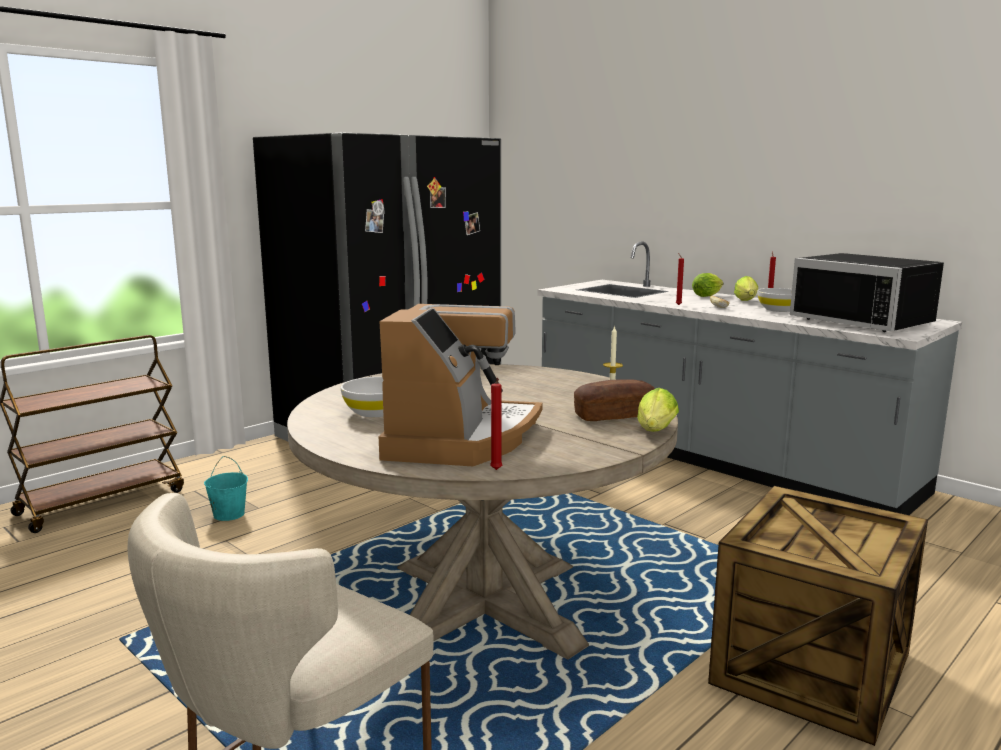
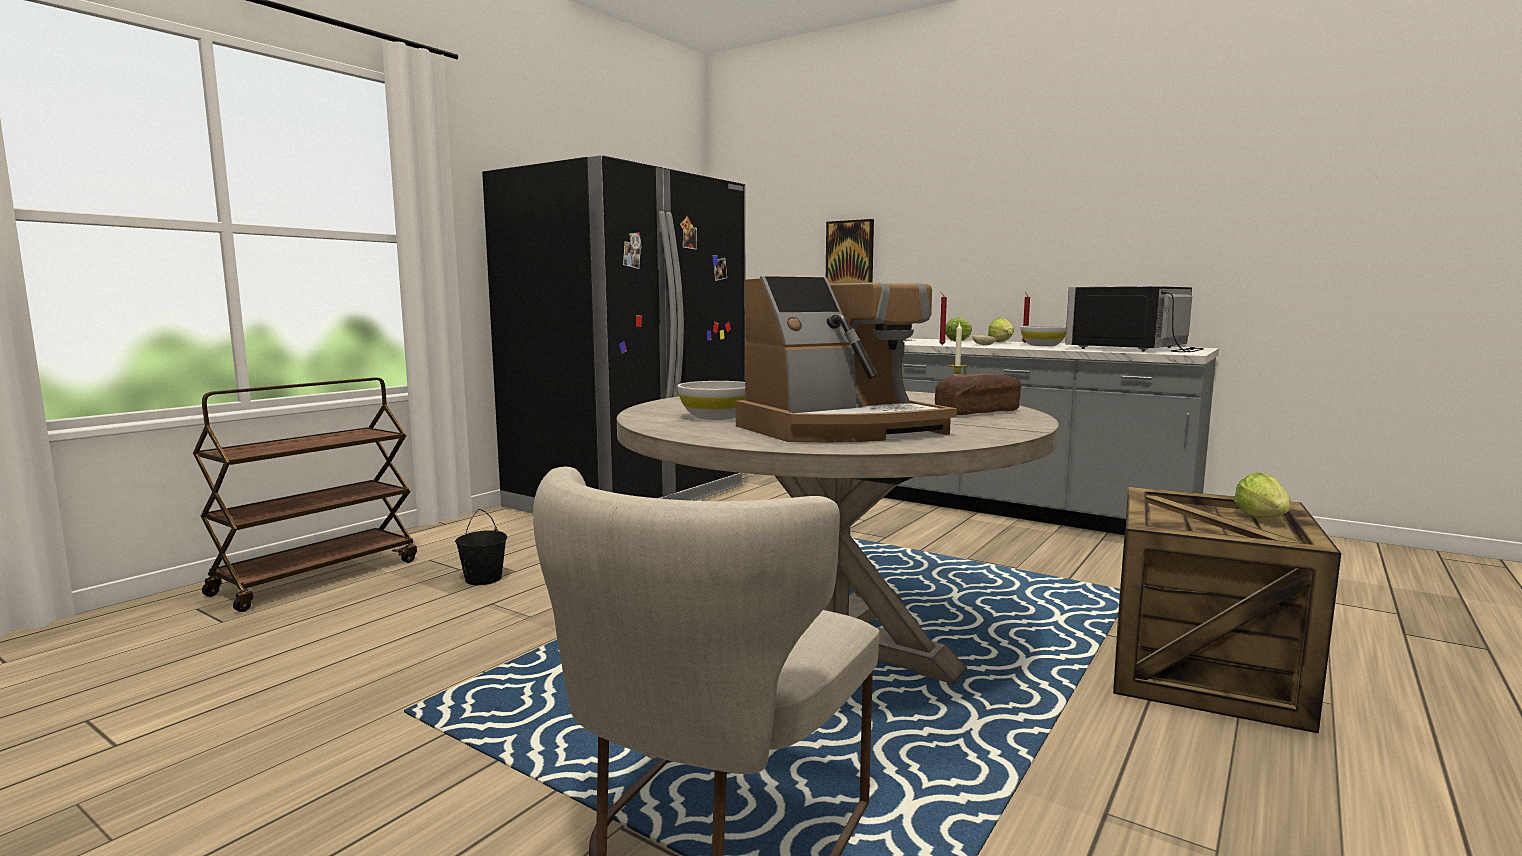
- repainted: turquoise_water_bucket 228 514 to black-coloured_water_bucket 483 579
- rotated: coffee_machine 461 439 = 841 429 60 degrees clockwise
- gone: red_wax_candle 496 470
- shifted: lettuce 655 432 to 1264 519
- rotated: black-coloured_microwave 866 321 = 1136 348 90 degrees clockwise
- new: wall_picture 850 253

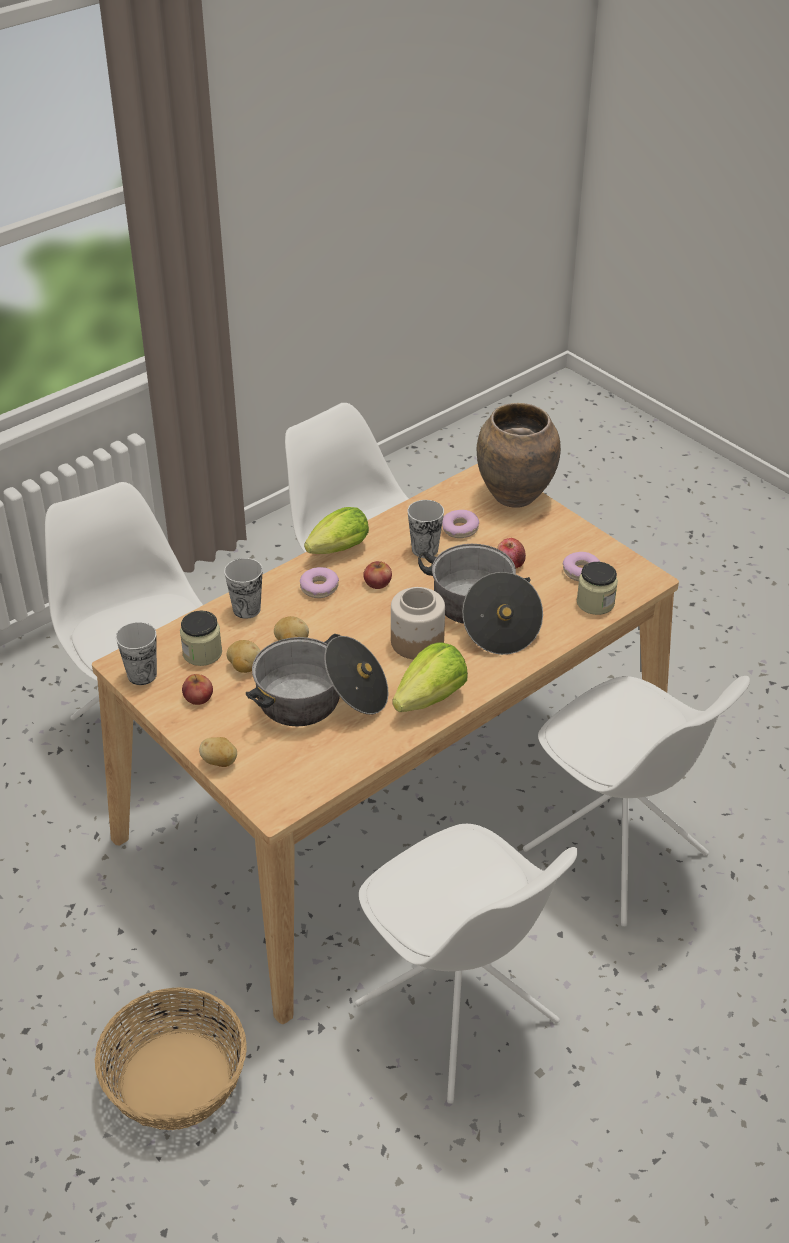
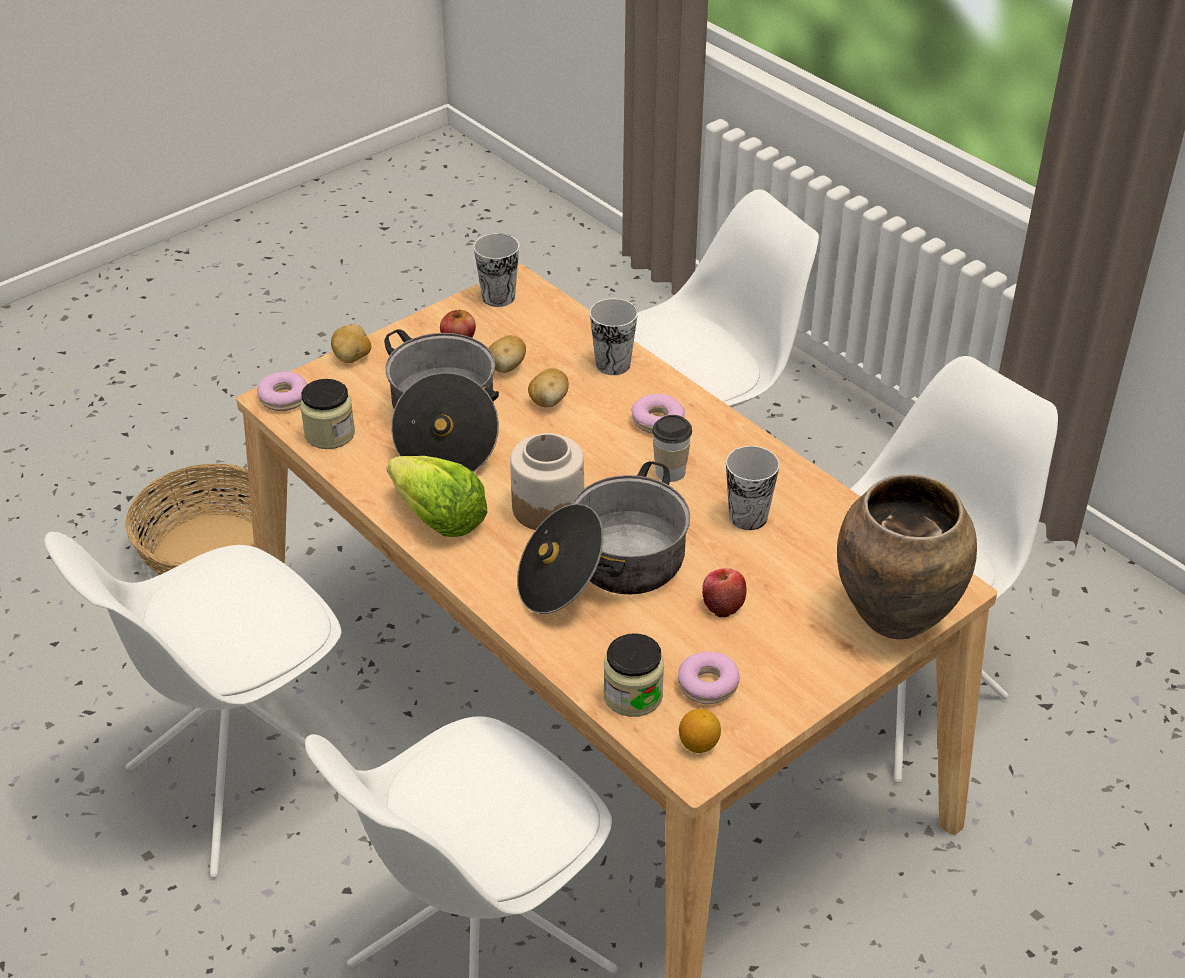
- shifted: jar 202 653 to 330 434
- gone: lettuce 335 551
- swapped: apple 377 582 to cup 670 472
- shifted: donut 460 529 to 283 398
- new: lemon 698 744

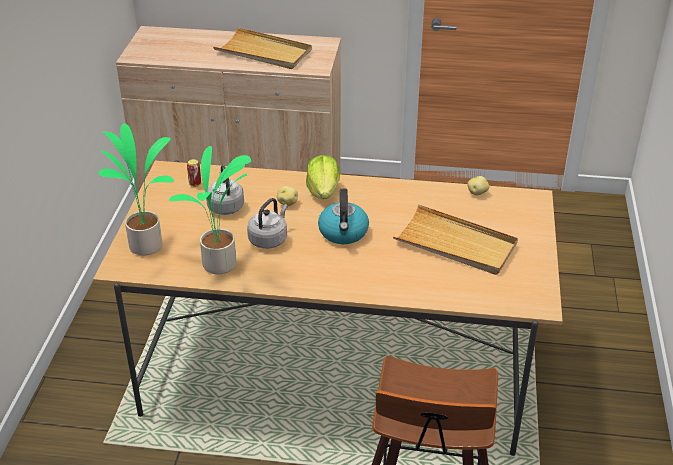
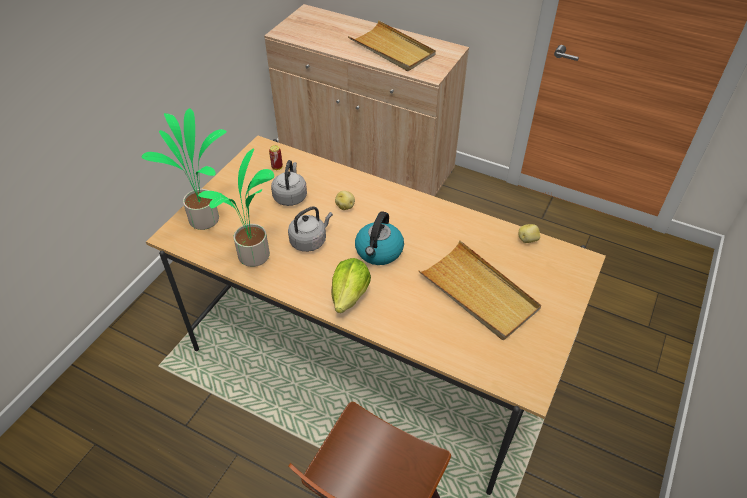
- shifted: lettuce 323 191 to 350 295

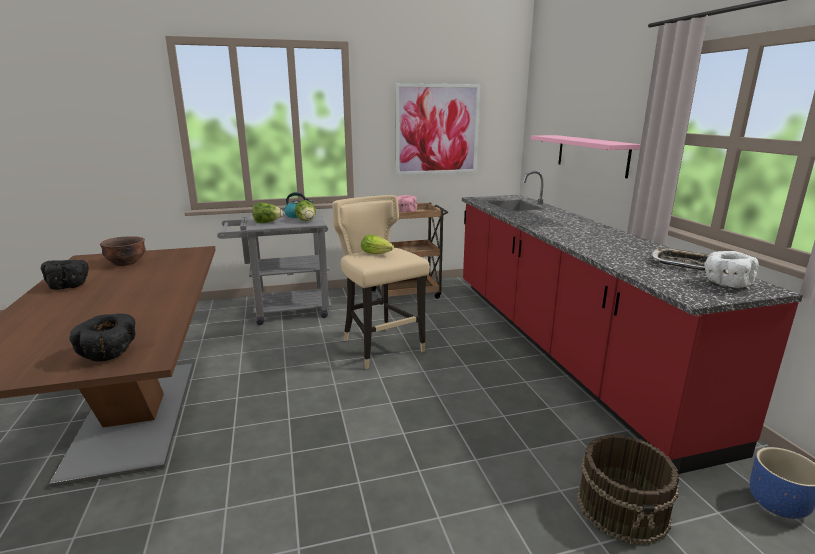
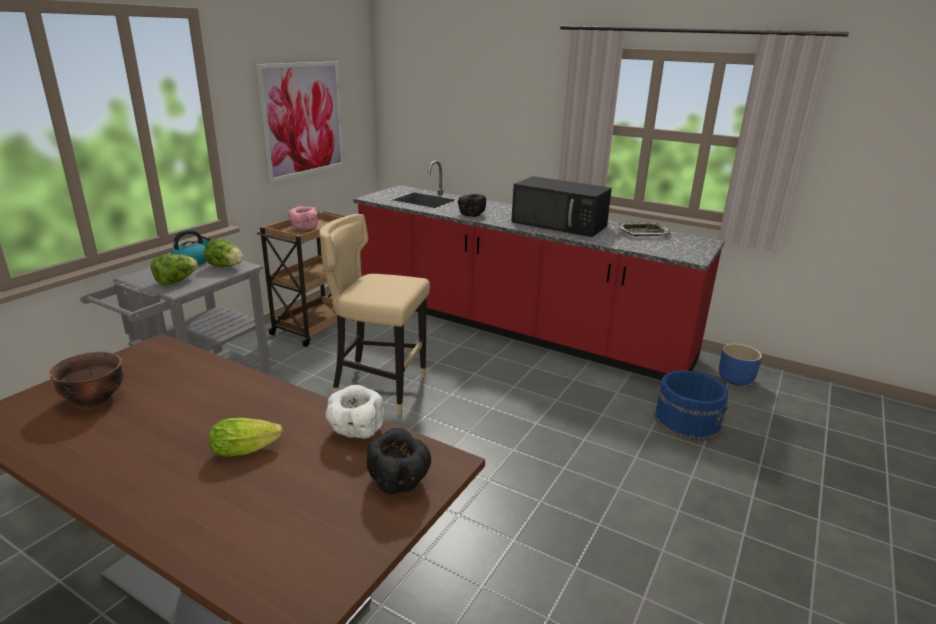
- shifted: black-coloured_deep_dish 69 286 to 470 215
- shifted: lettuce 377 253 to 248 449
- gone: pinkish_bracket_shelf 591 155
- repainted: brown_water_bucket 623 507 to blue_water_bucket 687 421
- shifted: whitish_deep_dish 725 284 to 355 430
- new: black-coloured_microwave 560 224

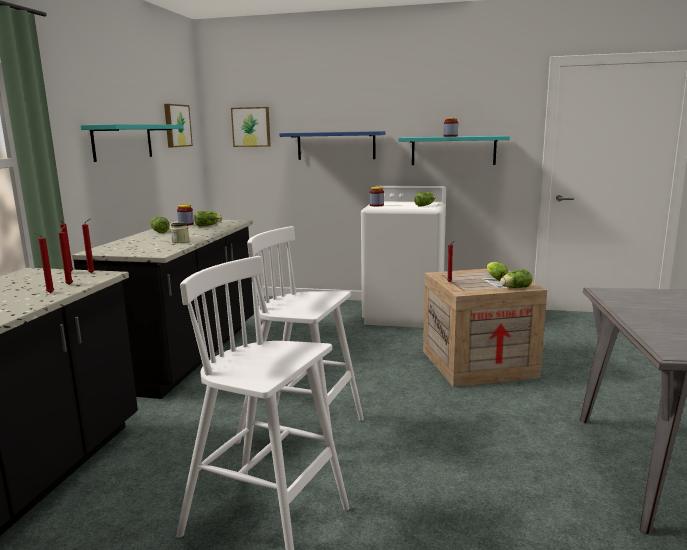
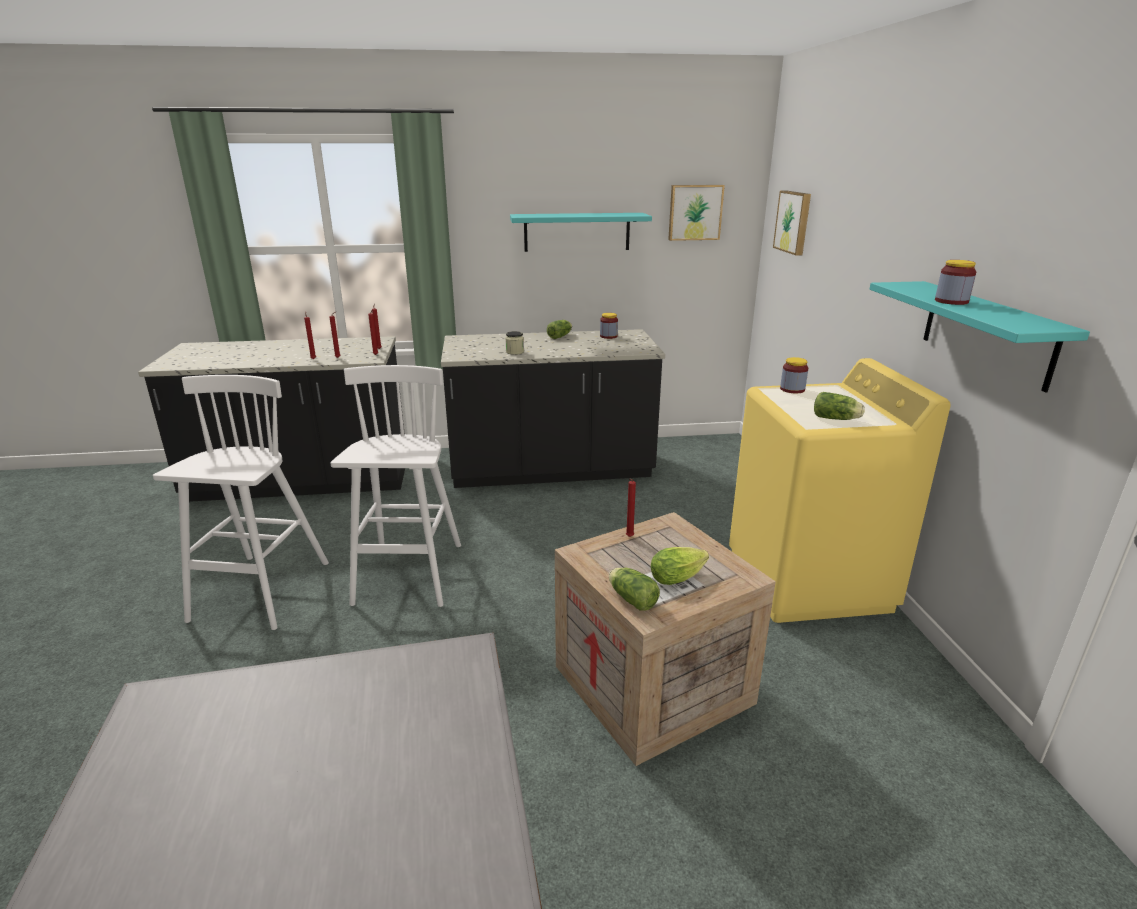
- gone: lettuce 208 225
- gone: blue_bracket_shelf 336 145
- repainted: whitish_washing_machine 404 314 to yellow_washing_machine 808 581

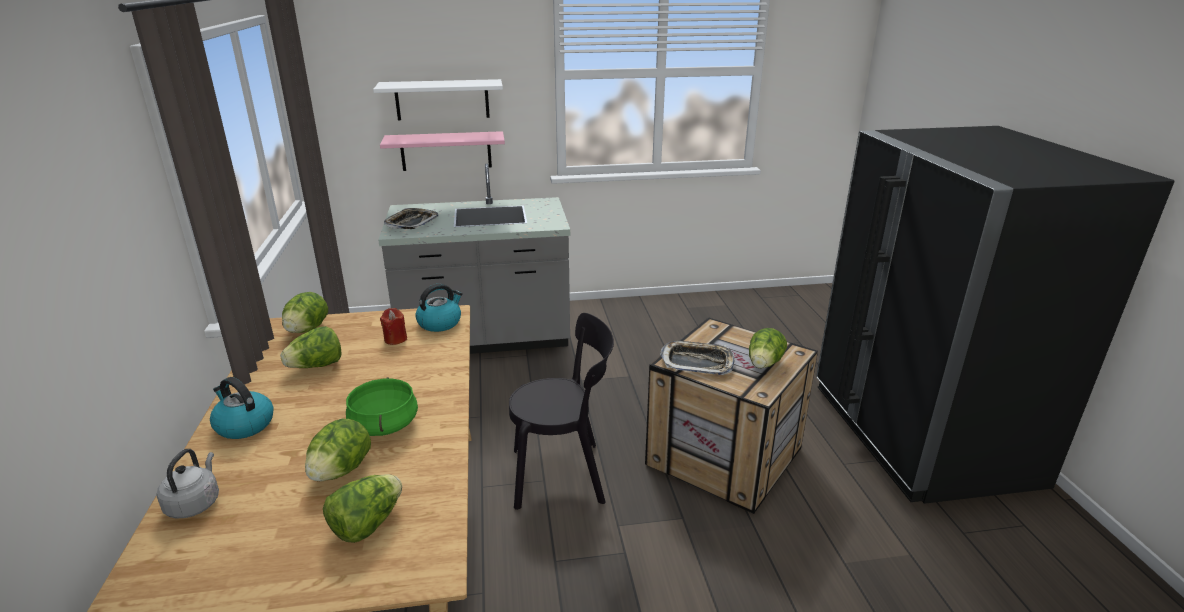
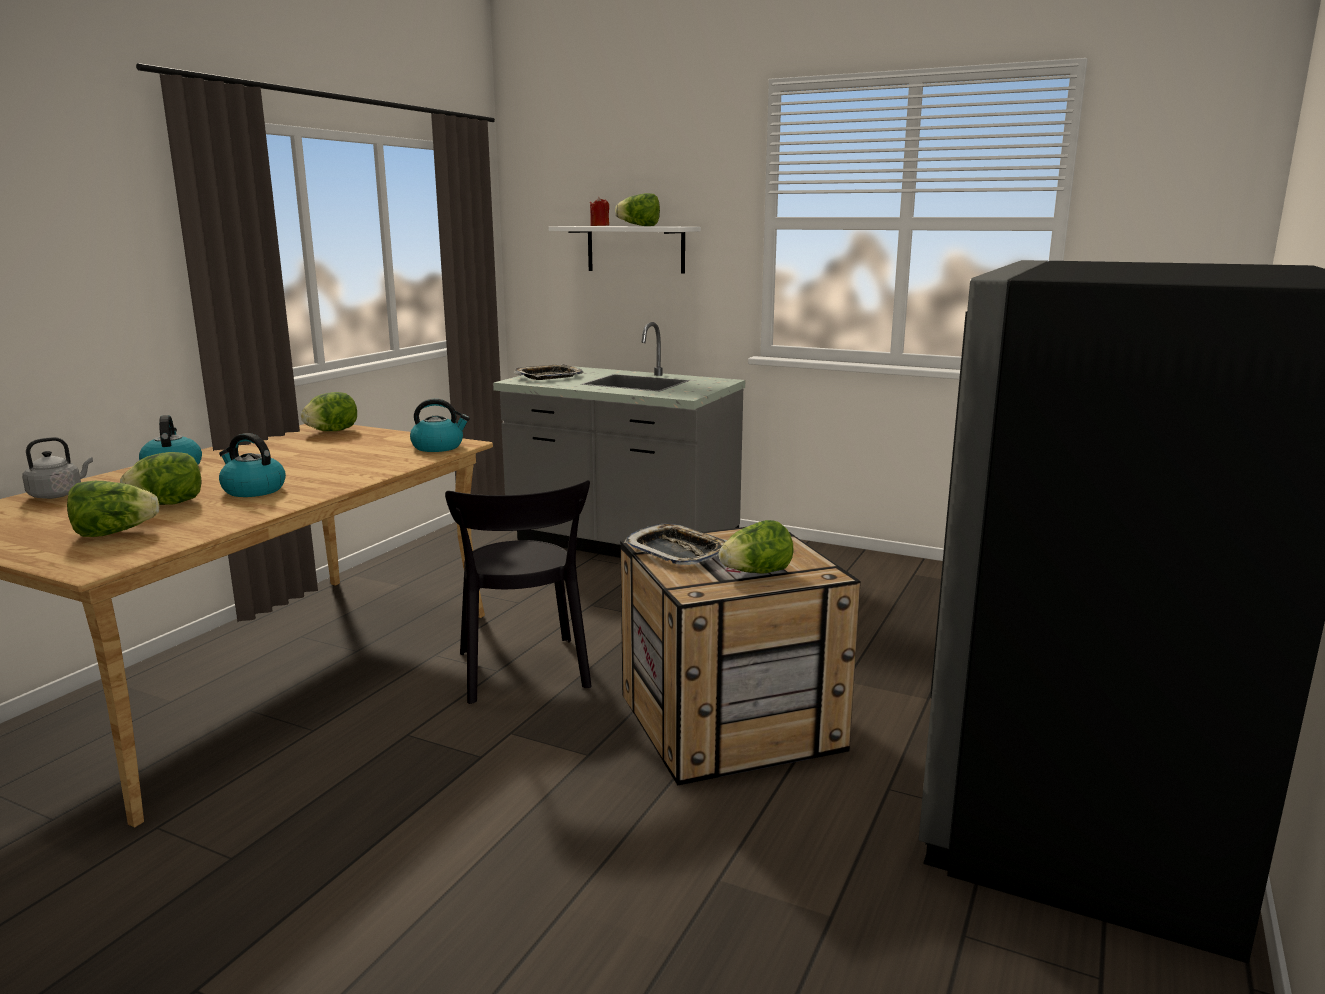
- shifted: lettuce 316 366 to 639 226
- swapped: green-coloured_cooking_pot 385 425 to tea_kettle 253 490
- gone: pinkish_bracket_shelf 446 151
- shifted: red_wax_candle 395 339 to 599 226
- rotated: black-coloured_upright_chair 563 474 = 523 673 45 degrees clockwise

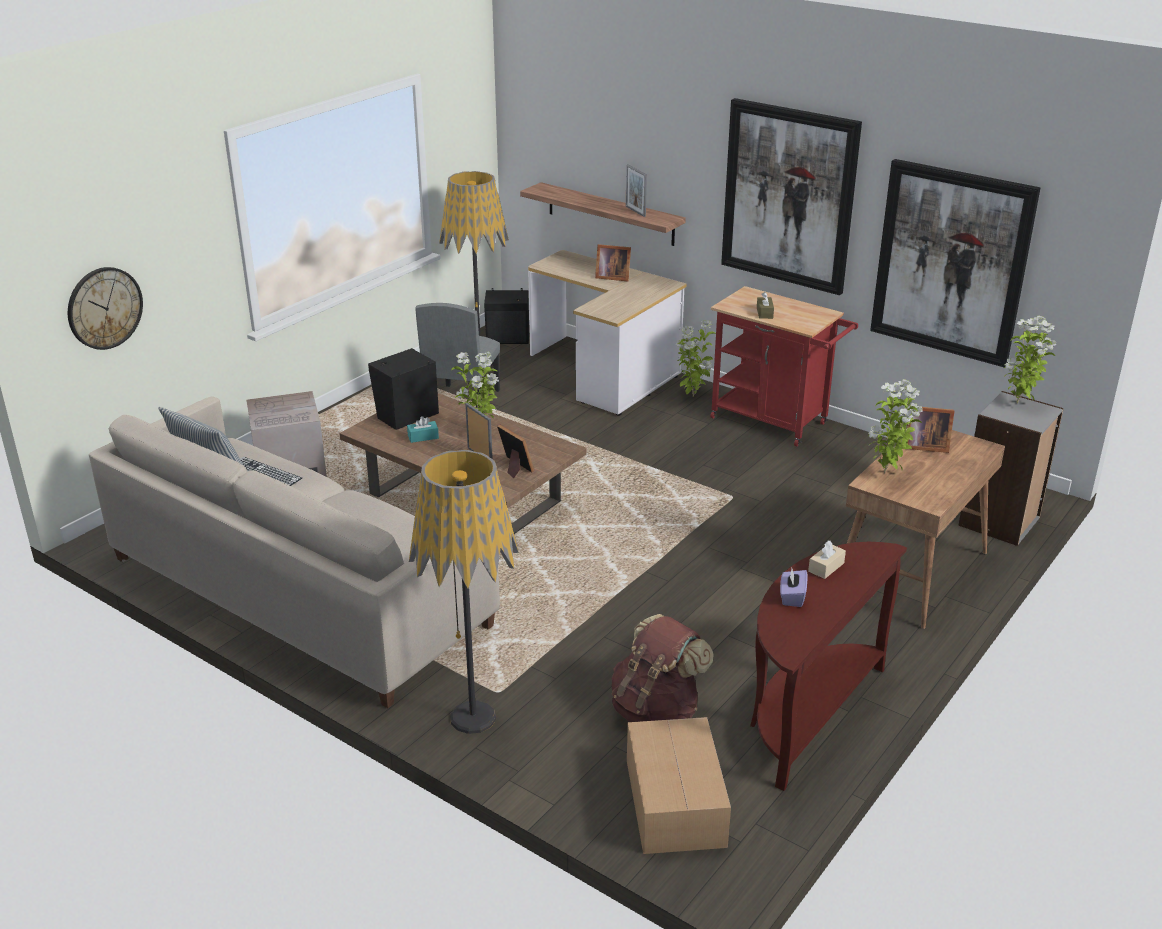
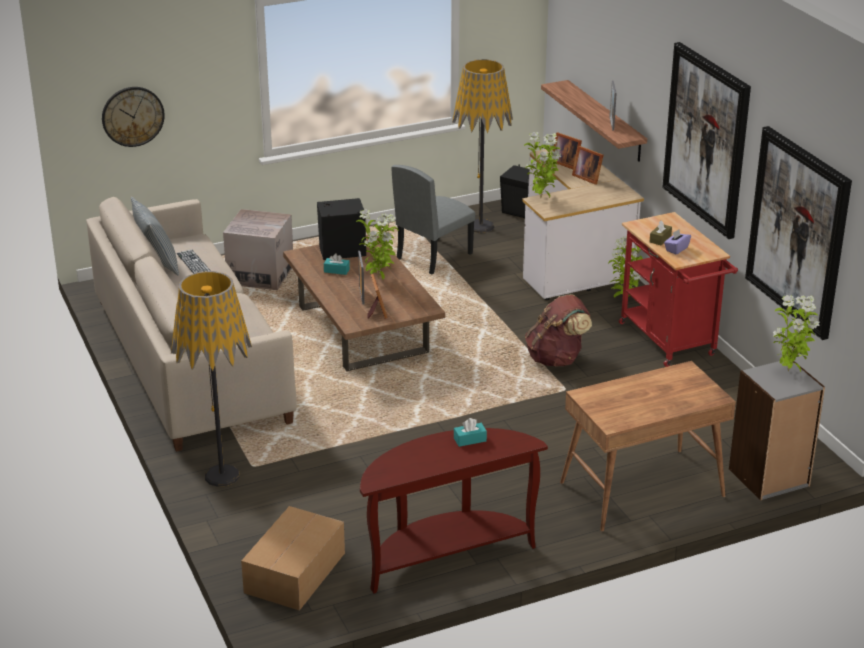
- shifted: brown_knapsack 656 710 to 557 359
- shifted: purple_tissue_holder 792 597 to 676 249
- repainted: sand-coloured_tissue_holder 826 567 to turquoise_tissue_holder 470 439
- shifted: houseplant 886 473 to 542 198
- shifted: standing_frame 924 445 to 565 163

